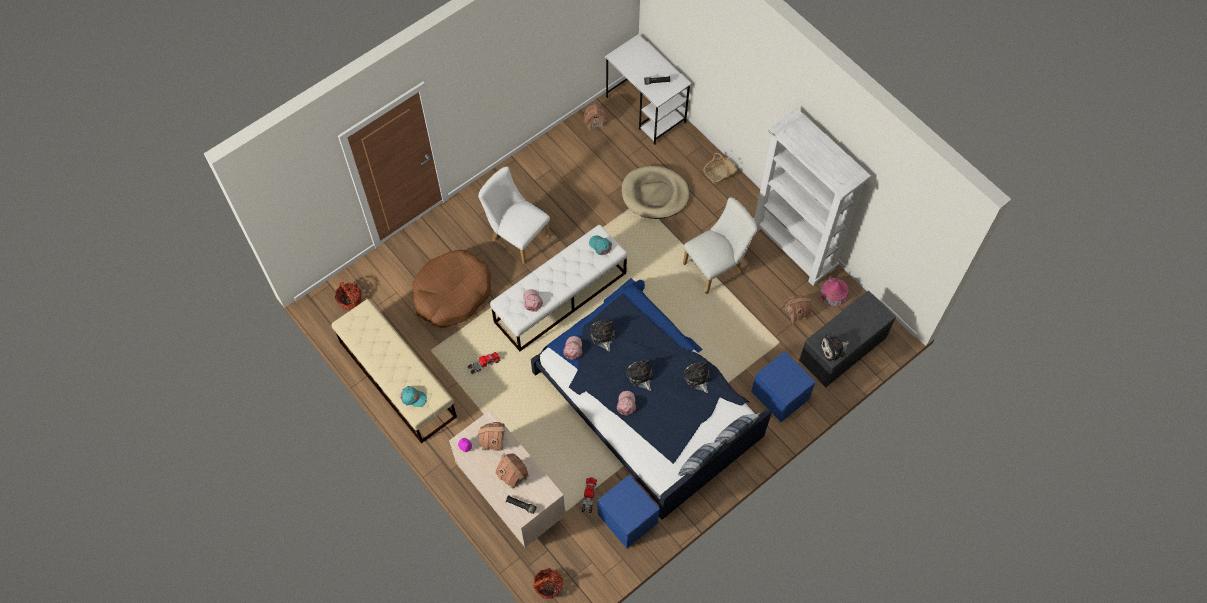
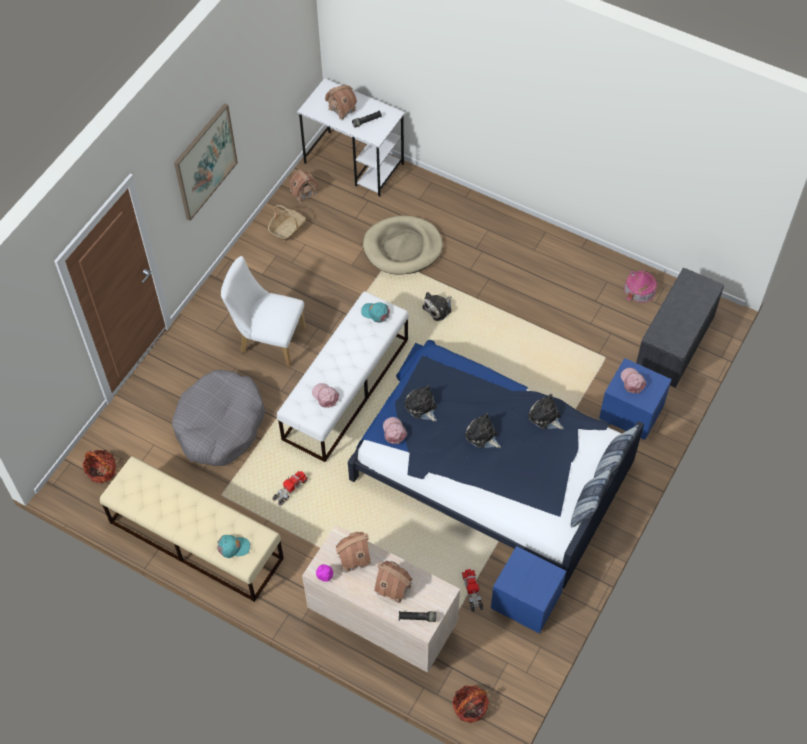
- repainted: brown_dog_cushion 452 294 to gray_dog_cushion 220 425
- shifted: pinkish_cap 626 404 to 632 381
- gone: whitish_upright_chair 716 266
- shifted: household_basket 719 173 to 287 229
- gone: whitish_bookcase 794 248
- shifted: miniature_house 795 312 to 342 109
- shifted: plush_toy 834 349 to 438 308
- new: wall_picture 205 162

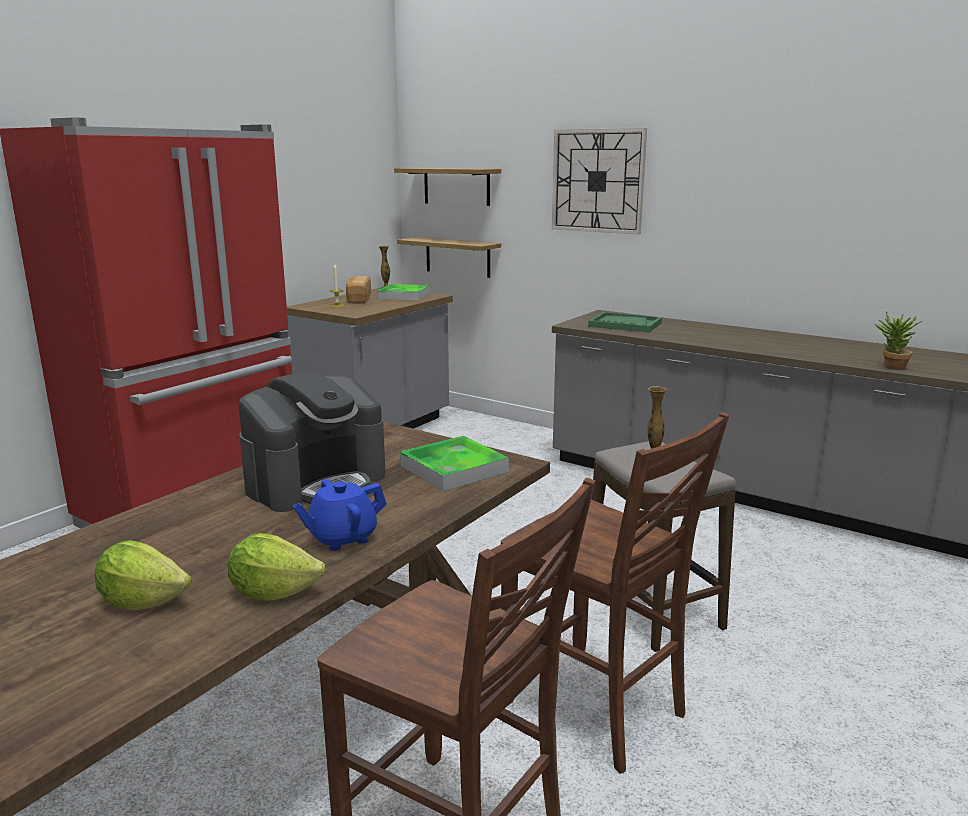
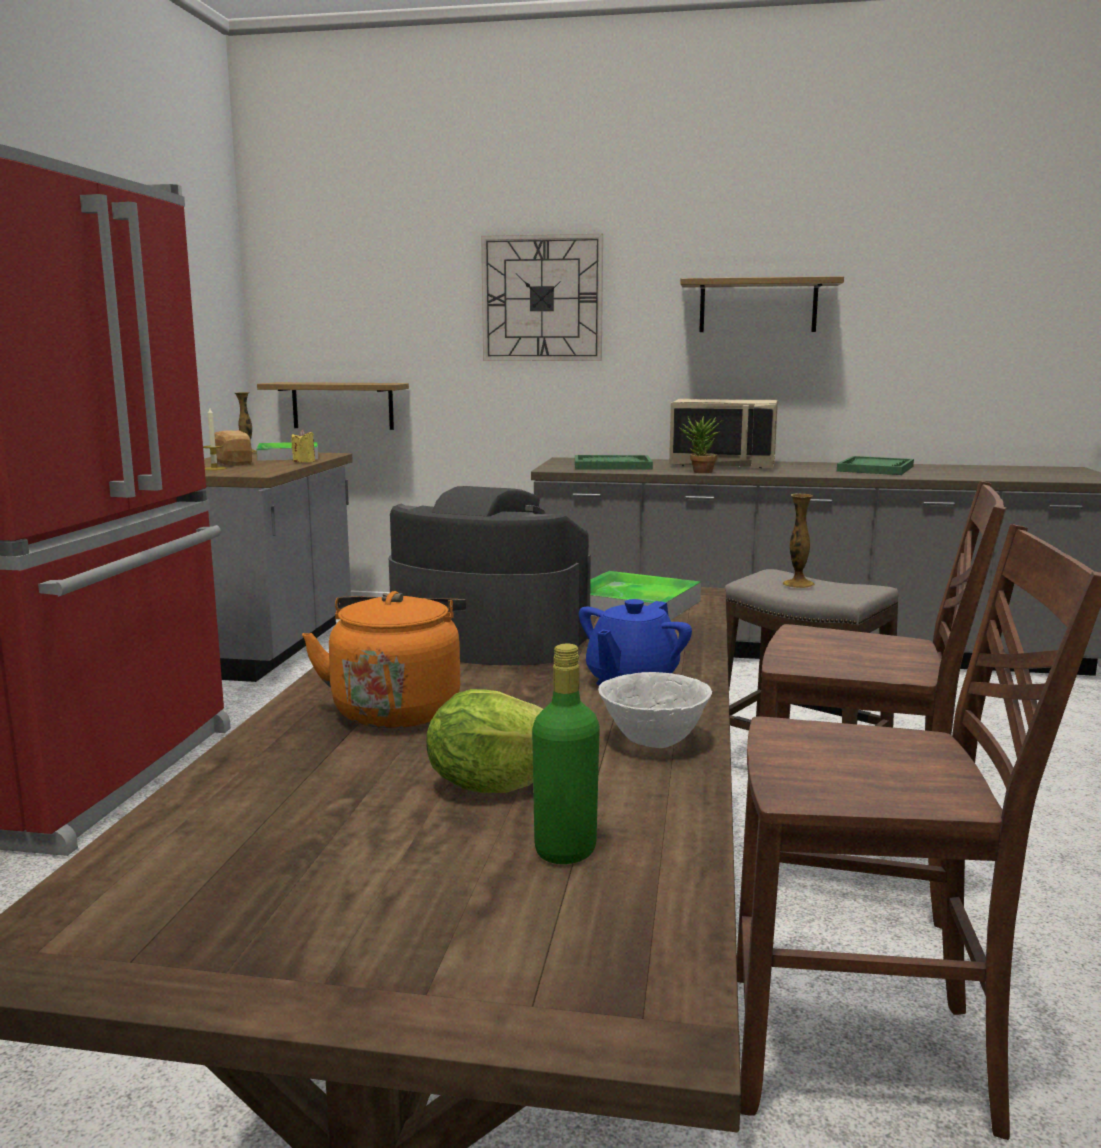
- swapped: lettuce 273 592 to whitish_deep_dish 652 741
- rotated: coffee_machine 316 482 = 488 639 90 degrees counterclockwise
- shifted: bracket_shelf 456 186 to 758 306
- shifted: houseplant 891 367 to 699 472
- new: yellow_wax_candle 304 461
- new: orangey_tea_kettle 397 709
- new: green-coloured_drink_bottle 565 851
- new: sand-coloured_microwave 723 465
- new: green-coloured_tray 875 469

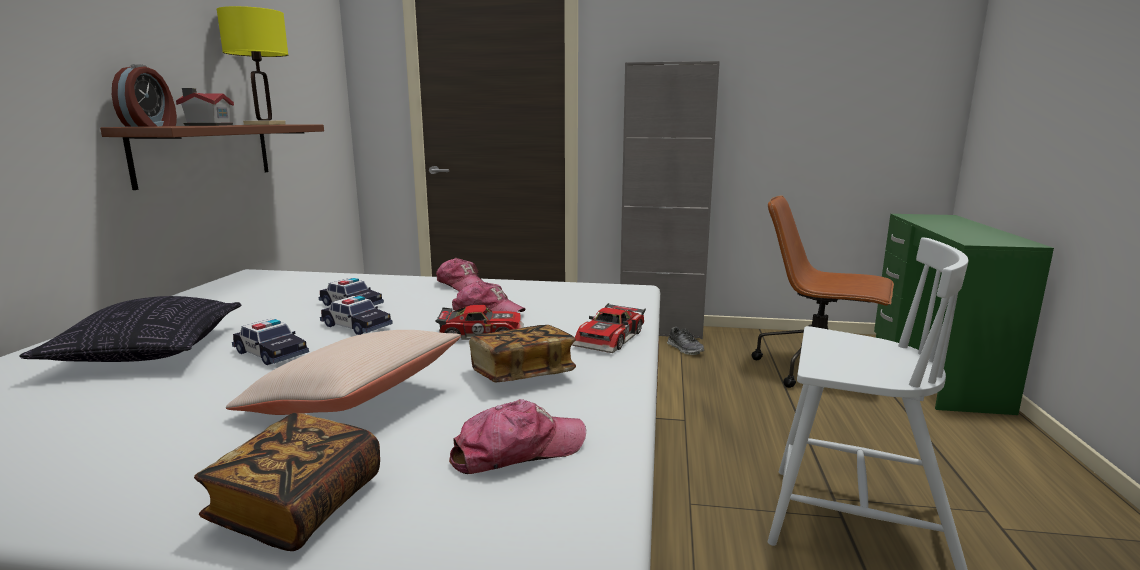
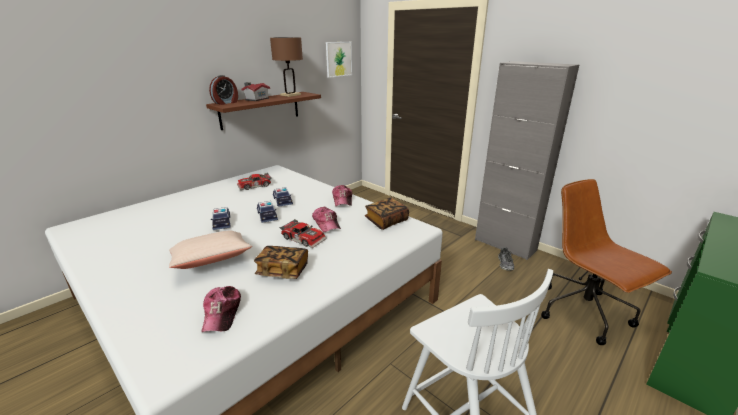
- gone: throw_pillow 149 351
- shifted: bound_book 298 506 to 386 221
- repainted: yellow_tabletop_lamp 265 124 to brown_tabletop_lamp 290 95
- rotated: cap 517 451 = 222 313 75 degrees clockwise
- shifted: miniature_car 612 339 to 255 186
- new: wall_picture 338 59

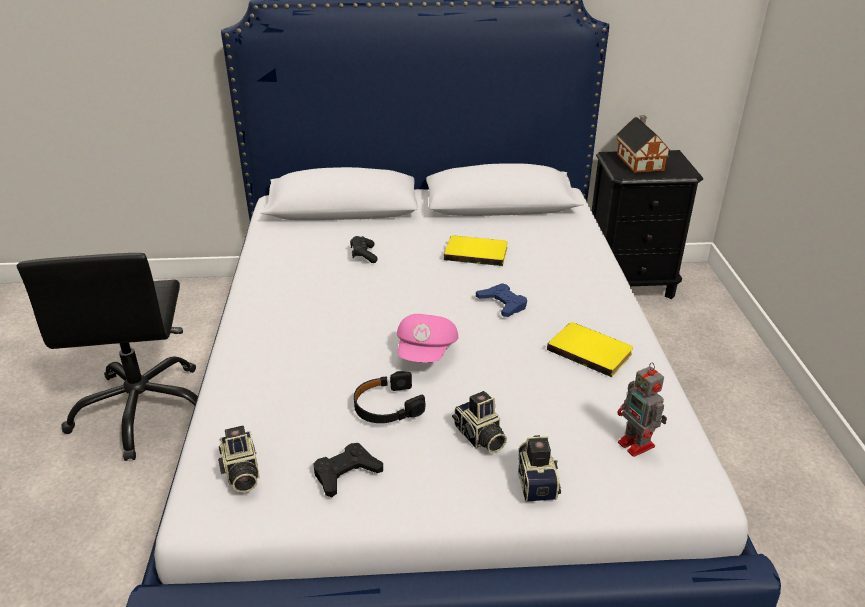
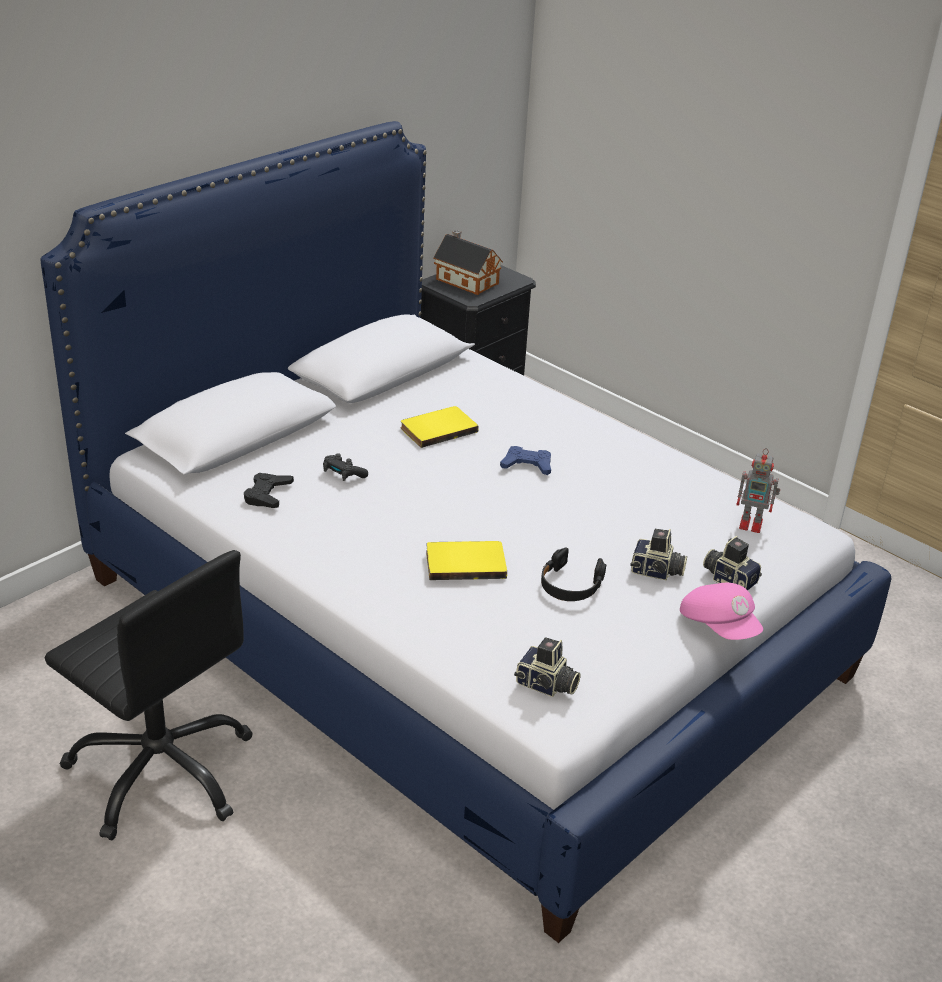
- shifted: black-coloured_gamepad 346 473 to 267 495
- shifted: pinkish_cap 427 352 to 719 626
- shifted: yellow_bound_book 591 350 to 465 562

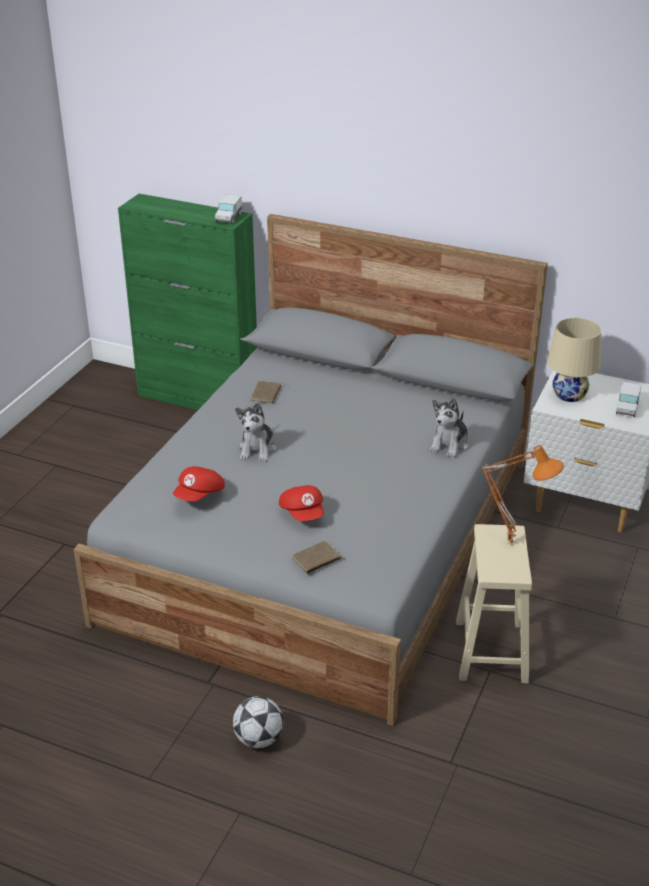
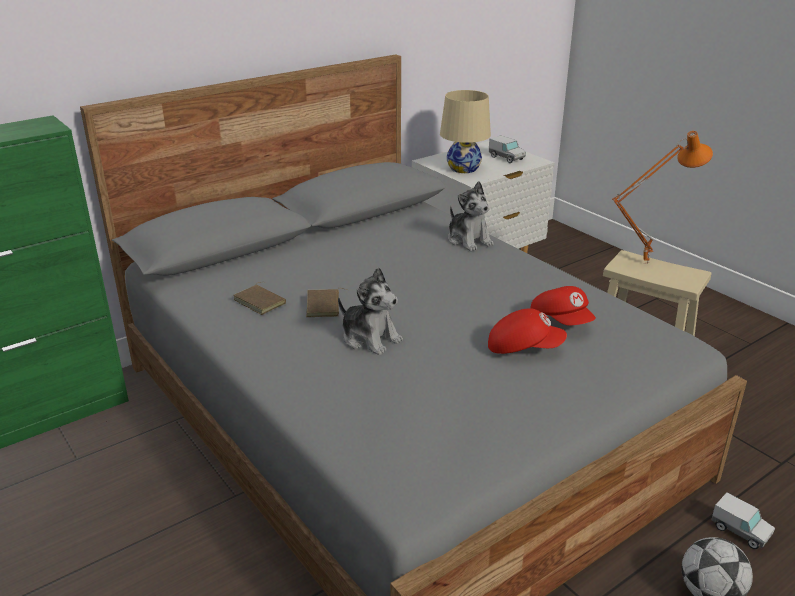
- shifted: red_cap 200 495 to 562 321
- shifted: model_truck 229 218 to 740 531
- shifted: brown_bound_book 316 560 to 325 306

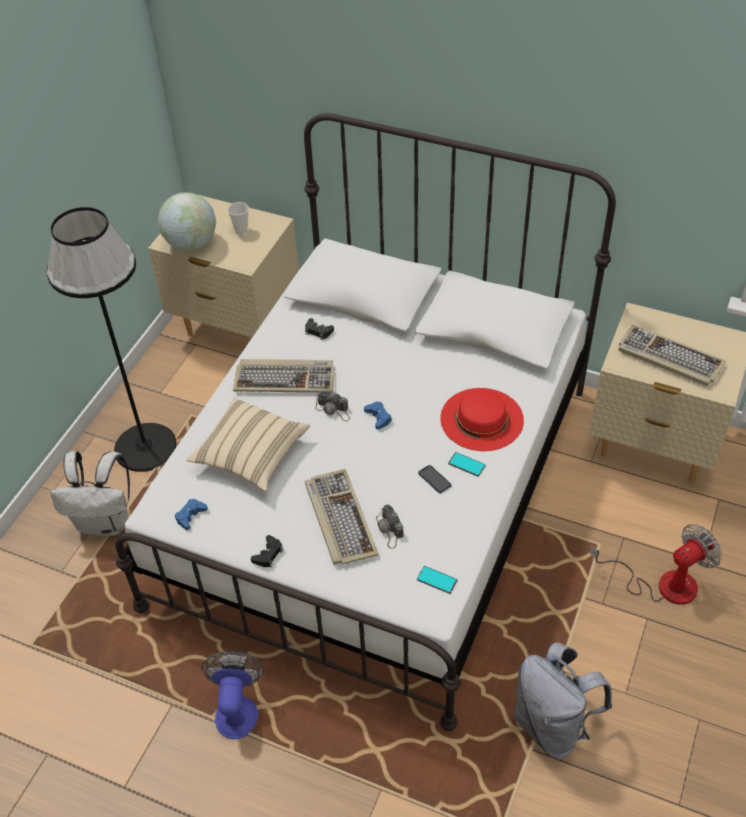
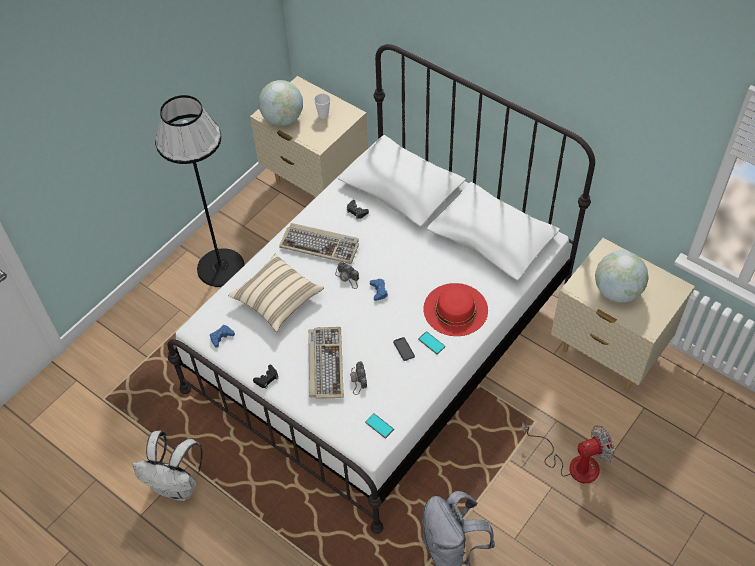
- shifted: whitish_knapsack 106 522 to 177 486
- gone: fan 237 708
- swapped: PC_keyboard 668 358 to desk_globe 617 292

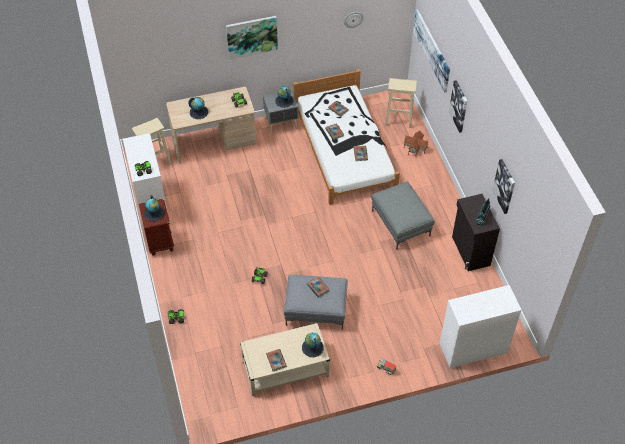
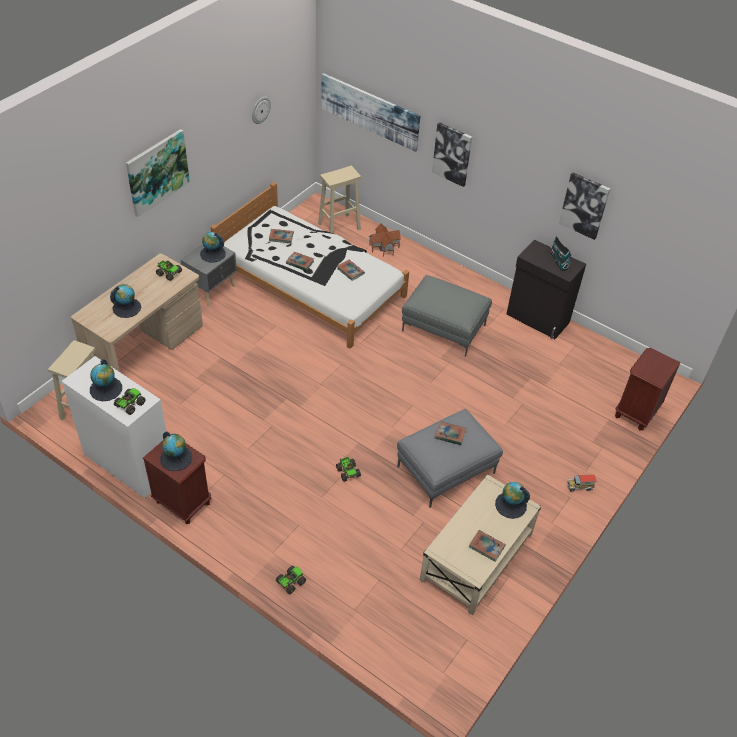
- swapped: whitish_drawer_chest 473 348 to brown_bedside_table 636 412
- new: desk_globe 106 389

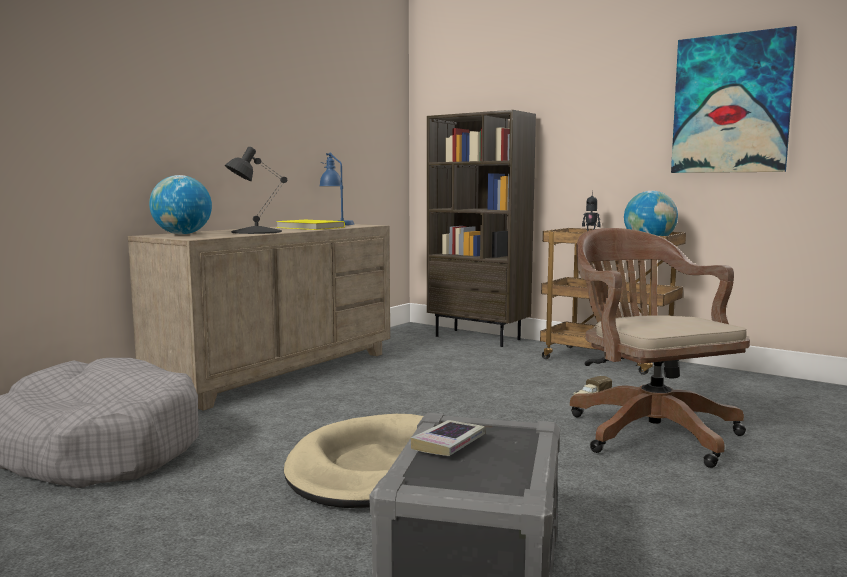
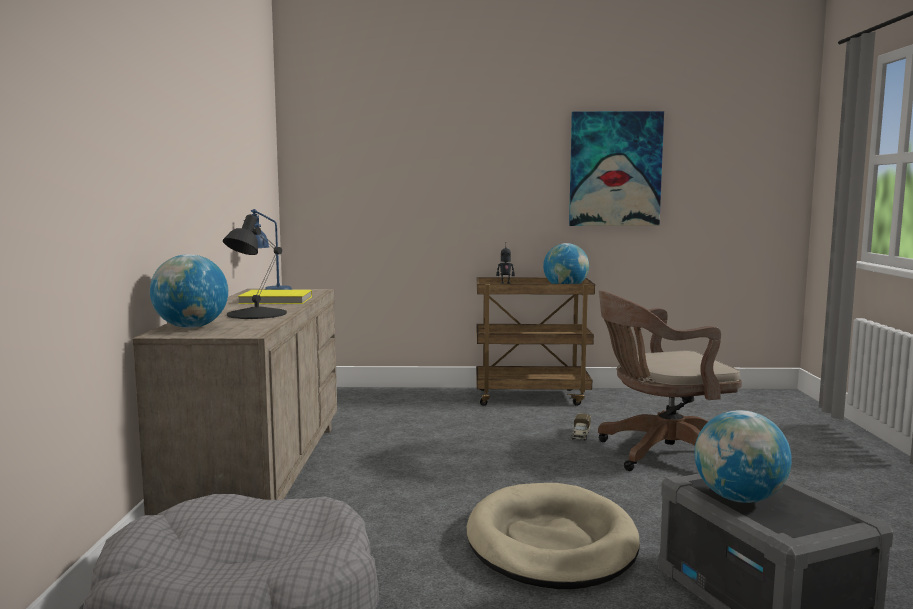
- swapped: bound_book 449 444 to desk_globe 739 498
- gone: brown_bookcase 478 338
- rotated: brown_office_chair 647 431 = 661 454 45 degrees counterclockwise

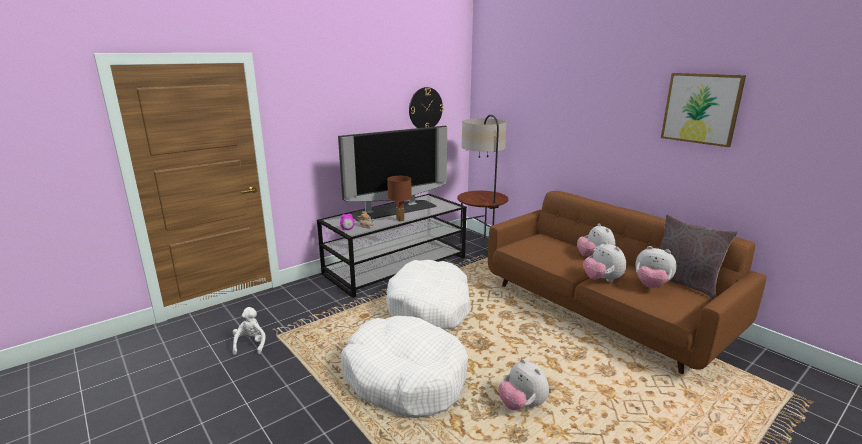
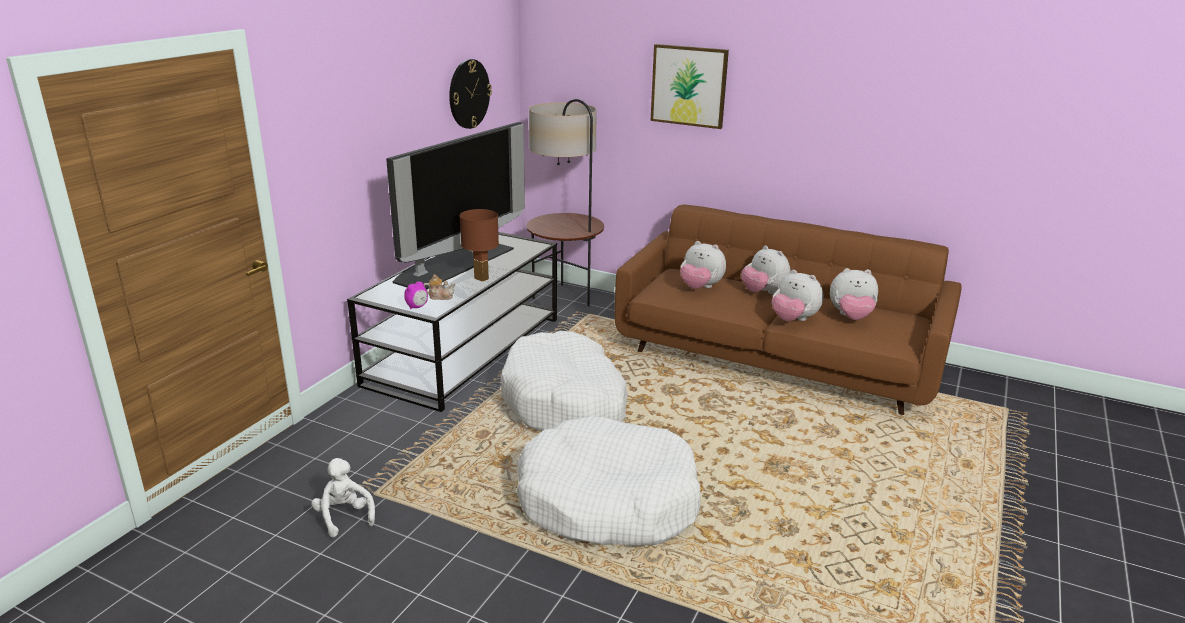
- shifted: plush_toy 522 405 to 700 287
- gone: gray_throw_pillow 683 282
- shifted: wall_picture 701 108 to 689 86

